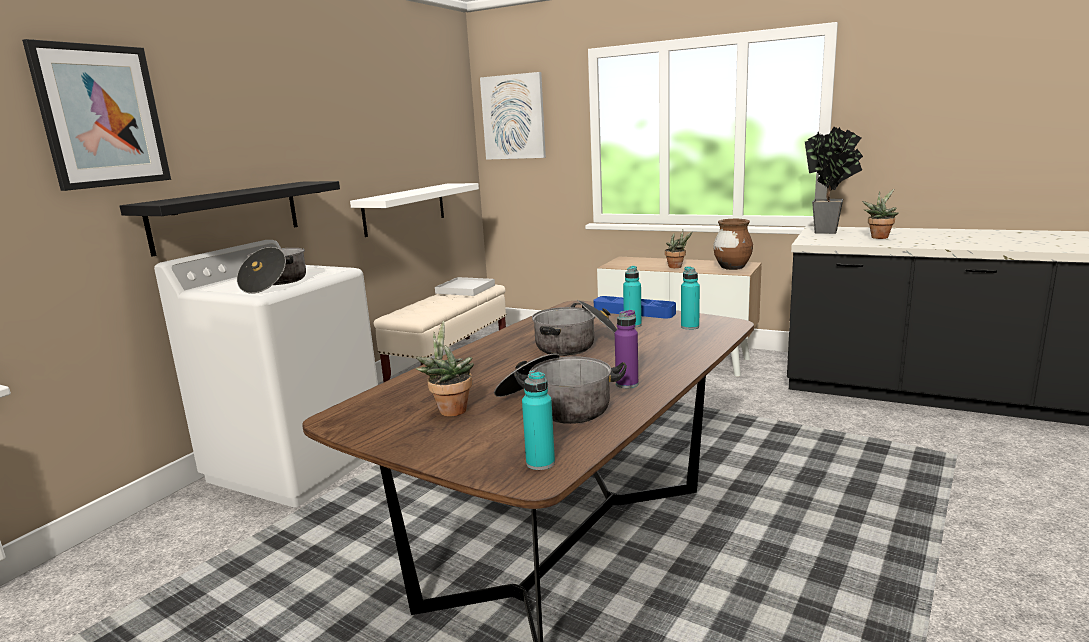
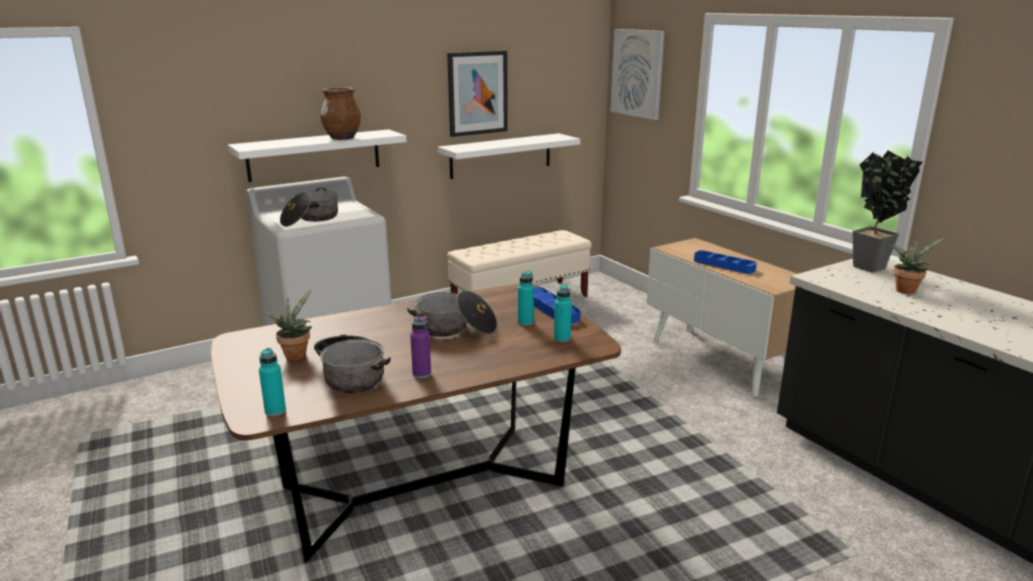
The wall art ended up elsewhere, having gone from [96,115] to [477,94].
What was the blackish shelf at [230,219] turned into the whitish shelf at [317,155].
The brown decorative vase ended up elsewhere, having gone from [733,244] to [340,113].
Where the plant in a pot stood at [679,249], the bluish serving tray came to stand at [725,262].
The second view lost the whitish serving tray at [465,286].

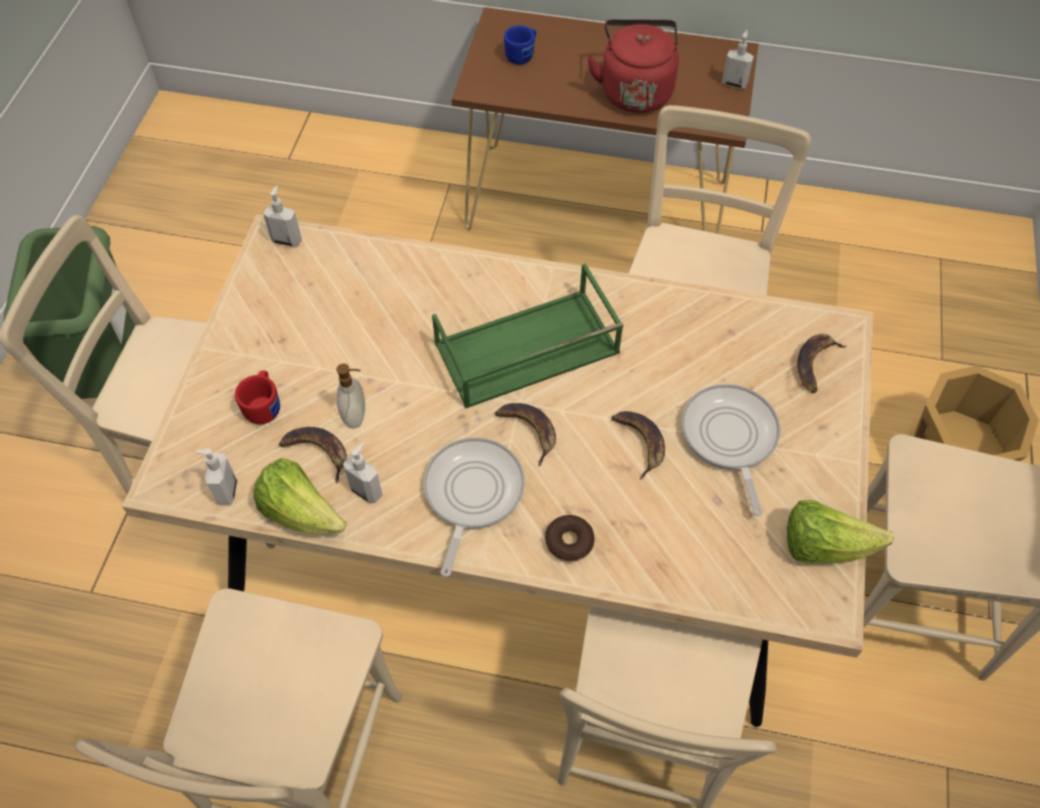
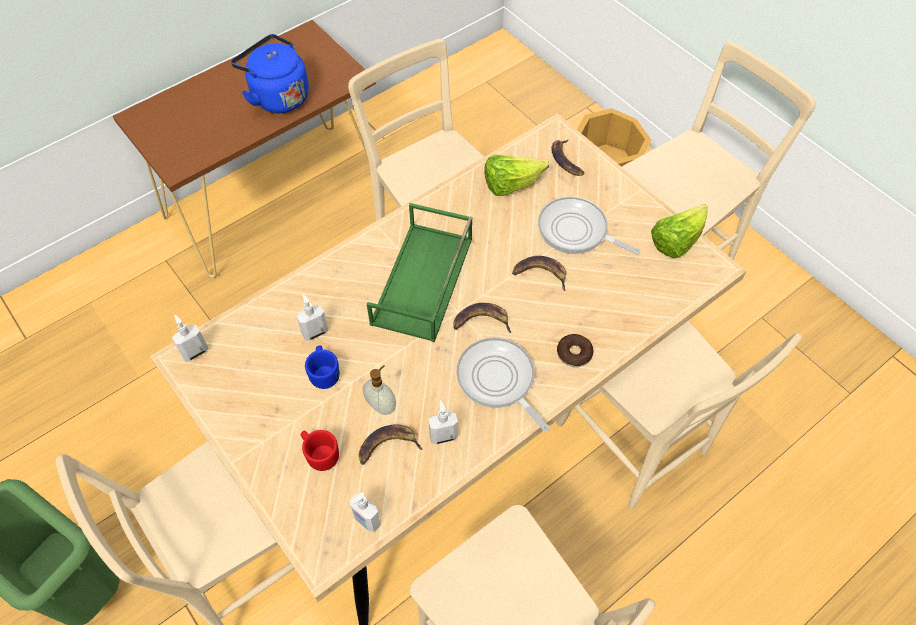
What was the reddish tea kettle at [633,66] turned into the bluish tea kettle at [270,73].
The bluish mug ended up elsewhere, having gone from [520,45] to [322,367].
The liquid soap bottle ended up elsewhere, having gone from [738,59] to [312,317].
The lettuce head ended up elsewhere, having gone from [300,496] to [516,175].

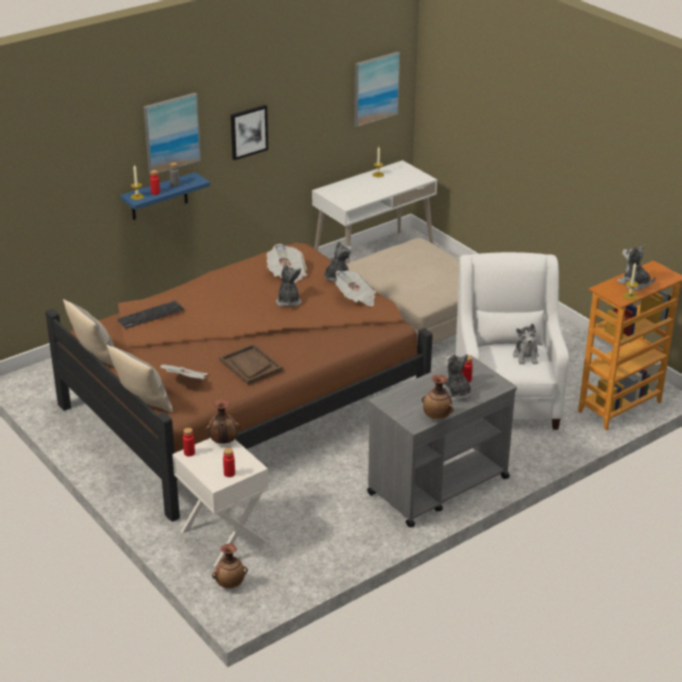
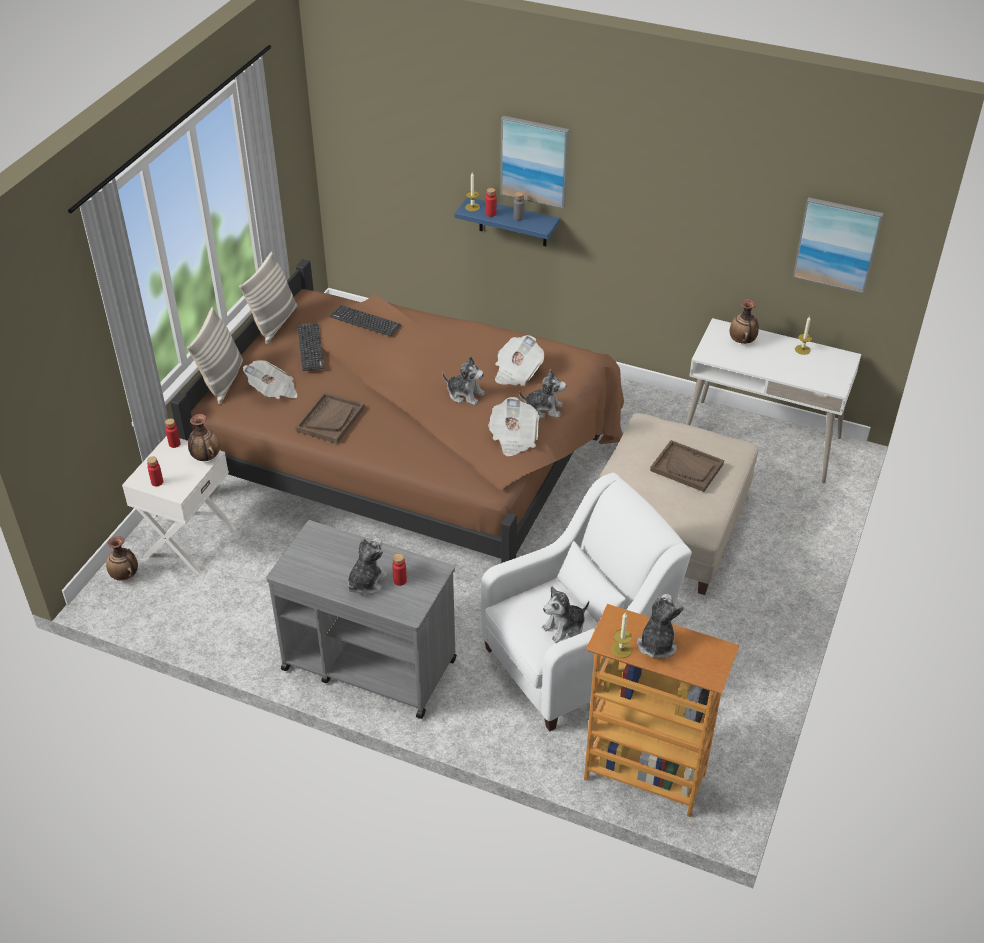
The second view lost the wall art at [249,132].
The plush toy at [289,285] ended up facing another way, 60 degrees clockwise from before.
The decorative vase ended up elsewhere, having gone from [437,397] to [744,321].
The second view gained the PC keyboard at [310,347].
The second view gained the brown serving tray at [687,466].

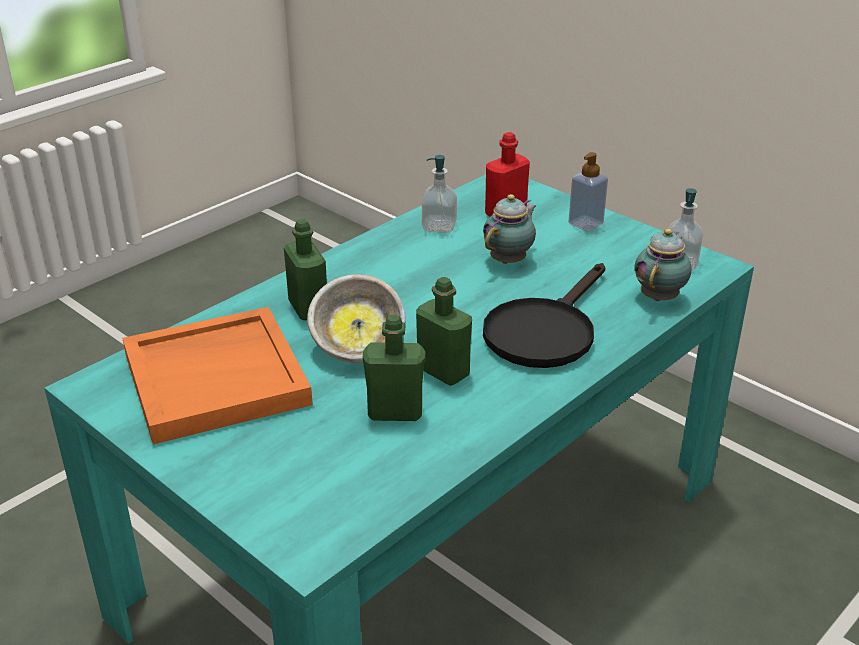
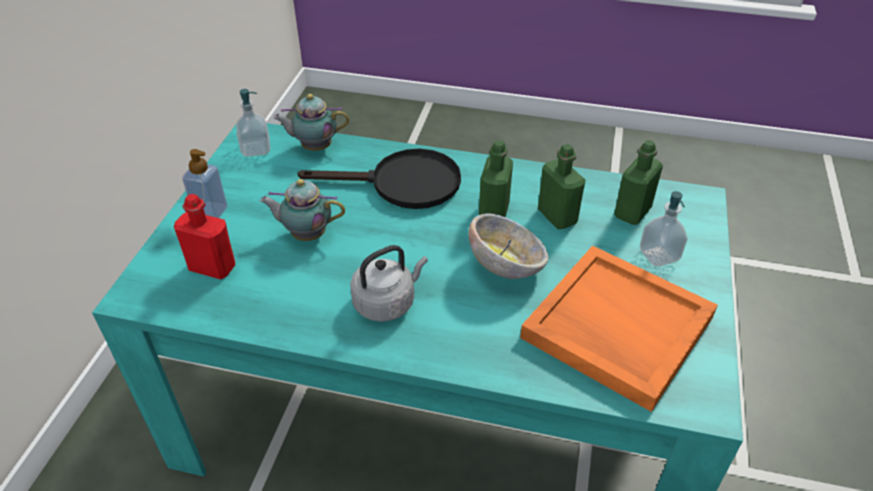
The liquid soap bottle ended up elsewhere, having gone from [439,194] to [663,229].
The greenish drink bottle ended up elsewhere, having gone from [305,269] to [638,182].
The second view gained the grey tea kettle at [389,283].

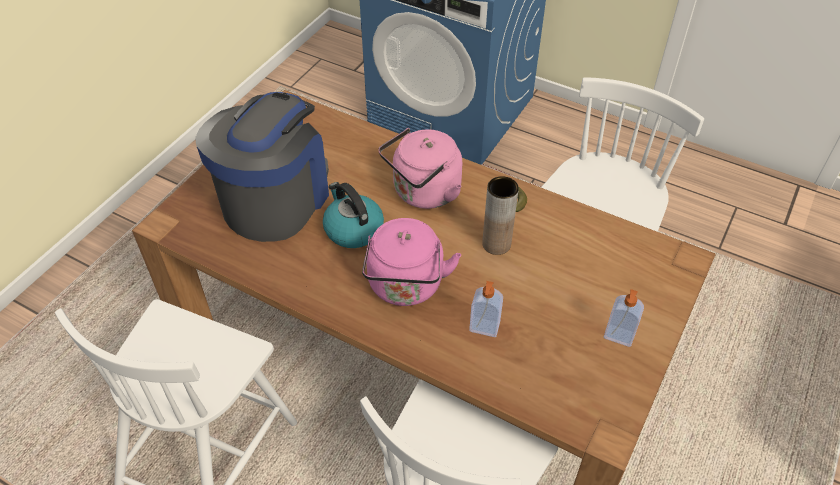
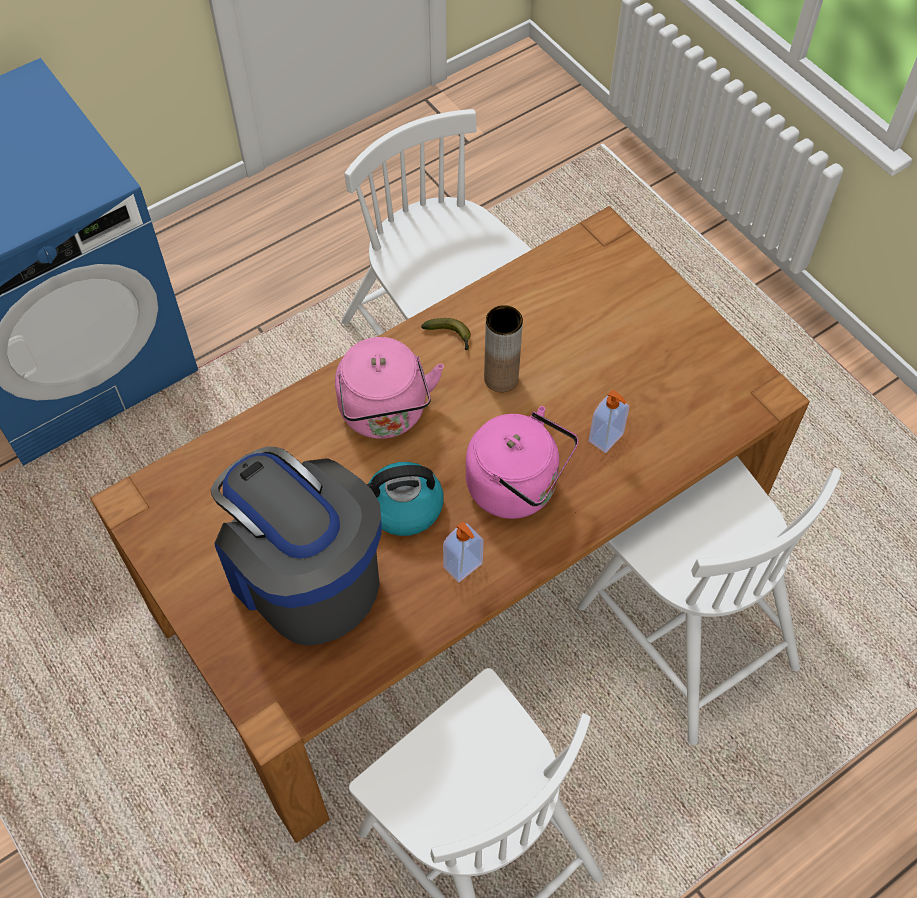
The liquid soap bottle ended up elsewhere, having gone from [624,318] to [463,552].

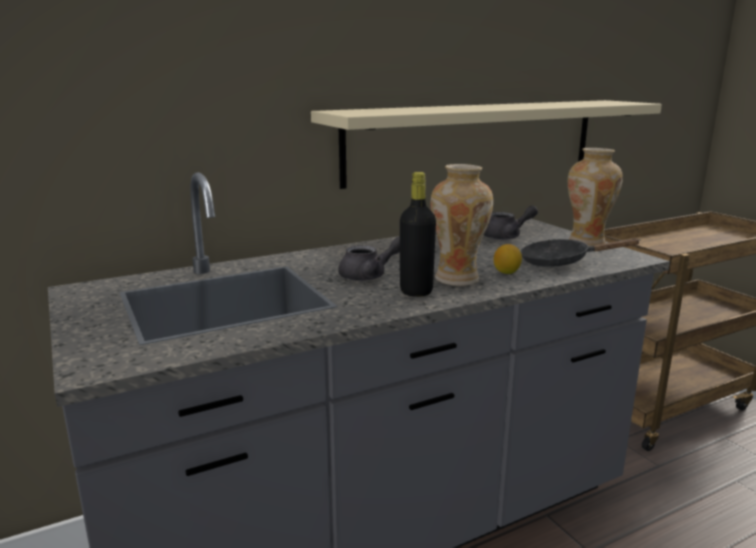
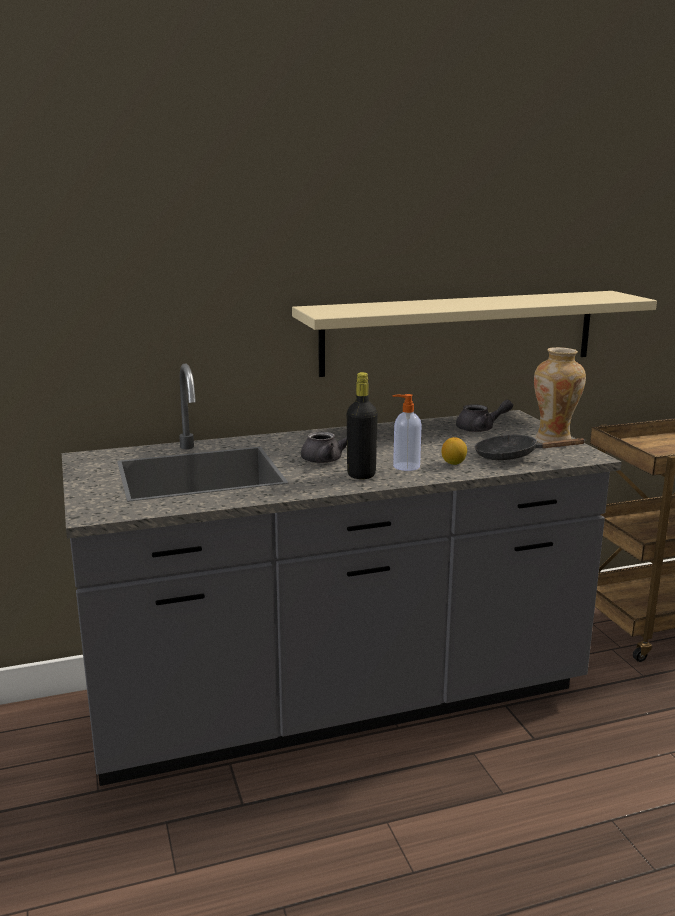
Where the decorative vase stood at [461,225], the liquid soap bottle came to stand at [407,432].

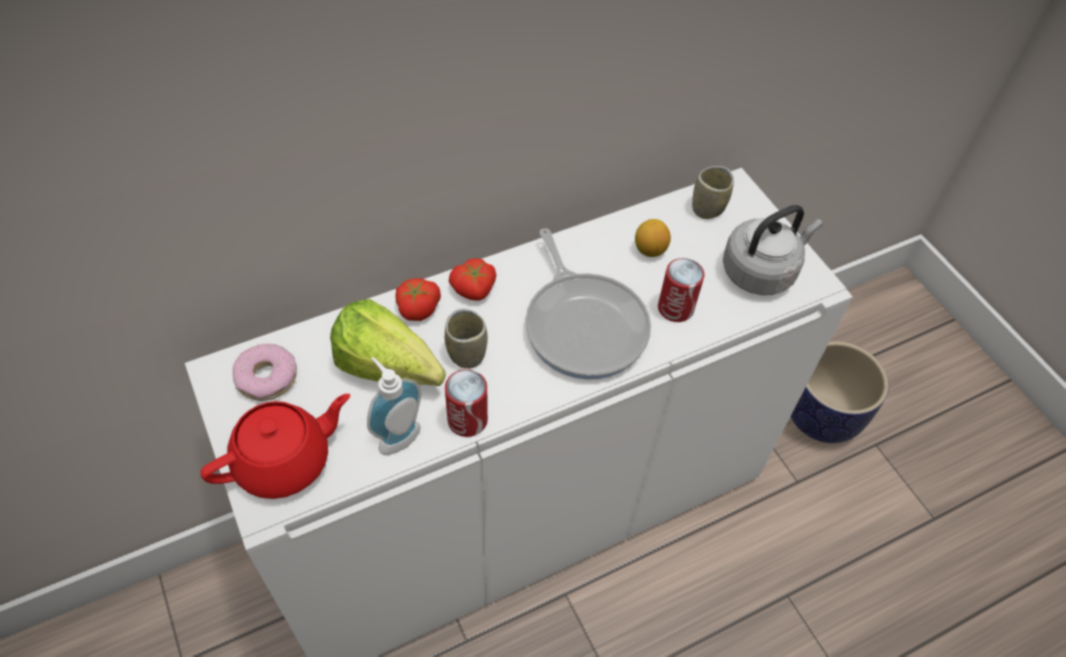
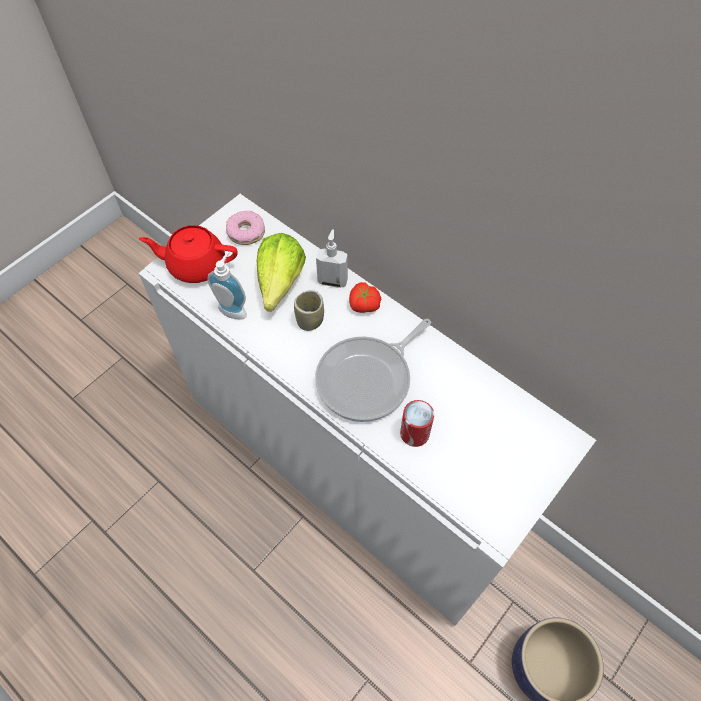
The second view lost the cup at [713,192].
The second view lost the grey tea kettle at [773,250].
The second view lost the whole lemon at [653,238].
Where the fresh tomato stood at [418,299], the liquid soap bottle came to stand at [332,258].
The second view lost the sealed can at [466,403].
The reddish tea pot at [275,446] ended up facing another way, 150 degrees clockwise from before.

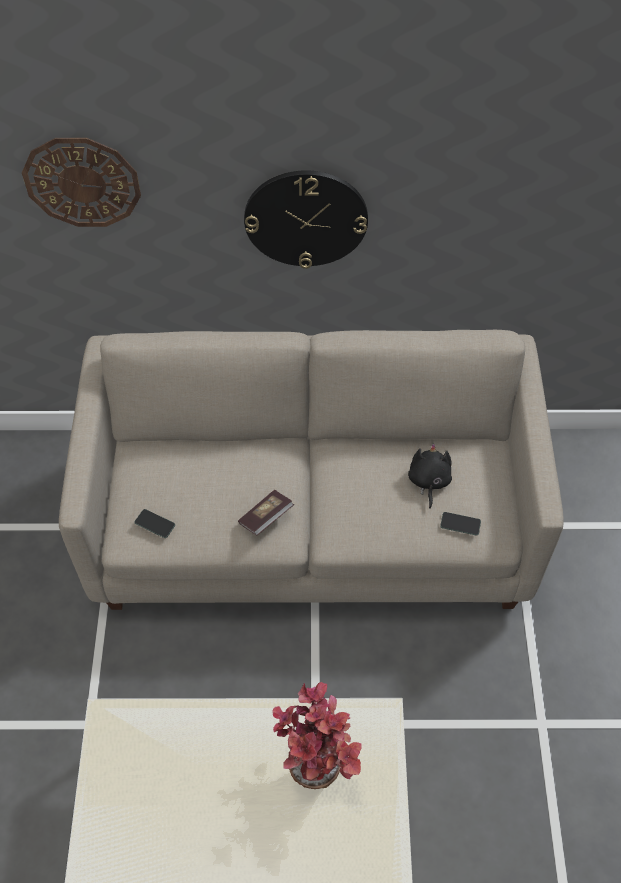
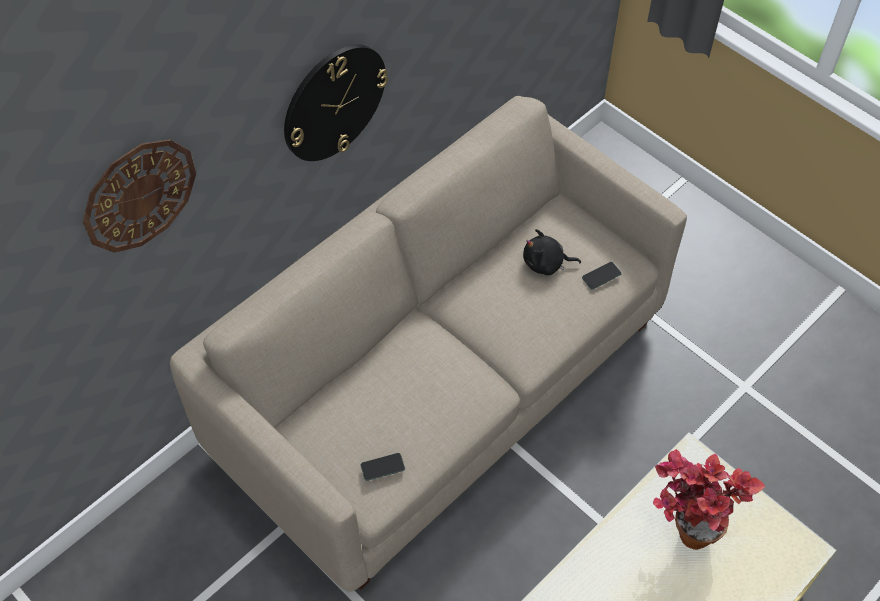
The blackish plush toy at [430,476] ended up facing another way, 45 degrees counterclockwise from before.
The second view lost the book at [266,513].

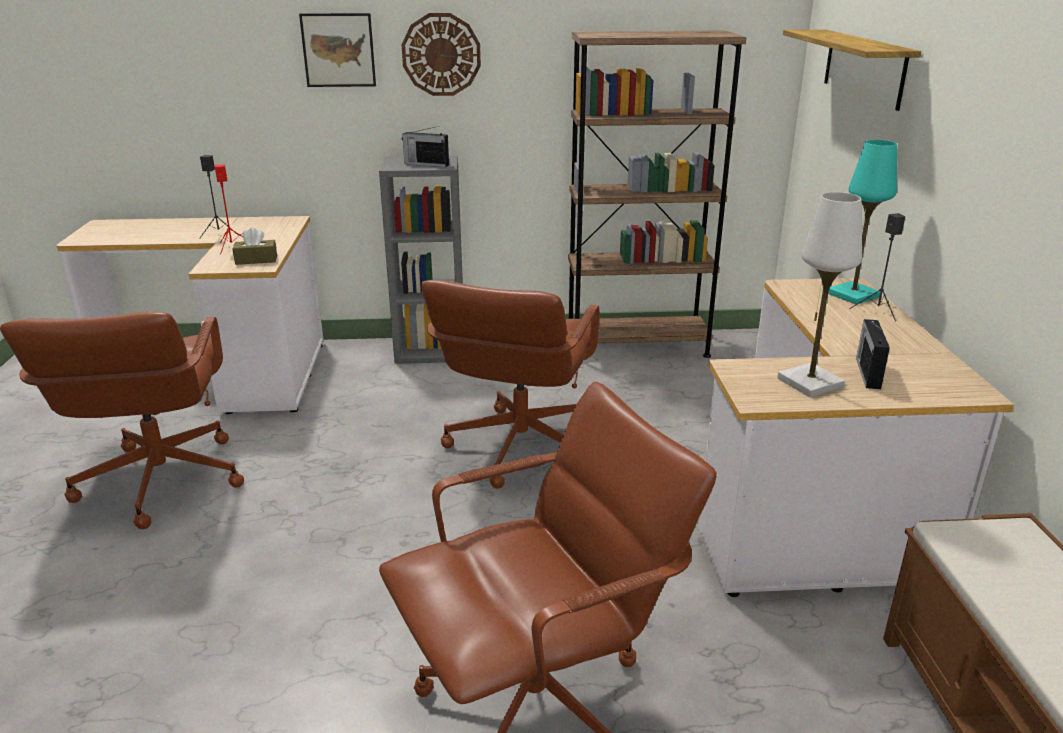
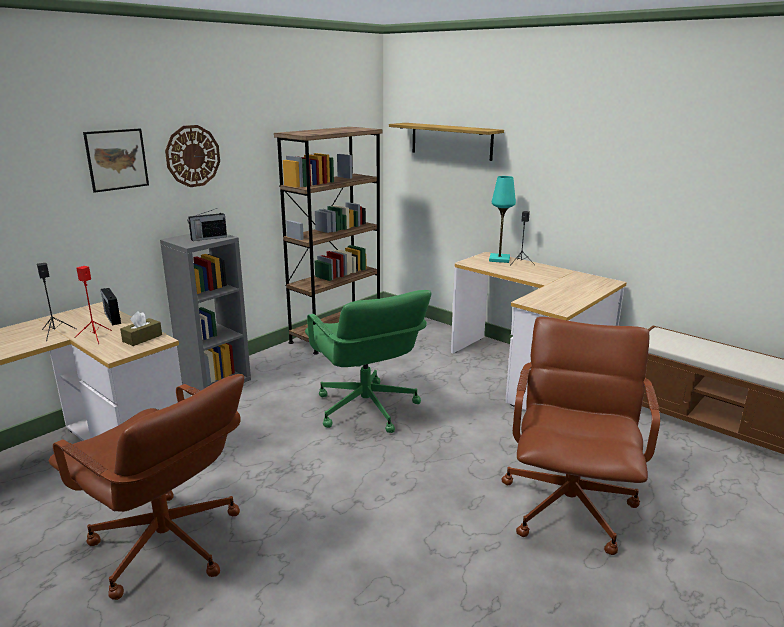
The second view lost the whitish tabletop lamp at [819,294].
What was the brown desk chair at [510,384] turned into the greenish desk chair at [368,361].
The radio ended up elsewhere, having gone from [873,354] to [111,306].

